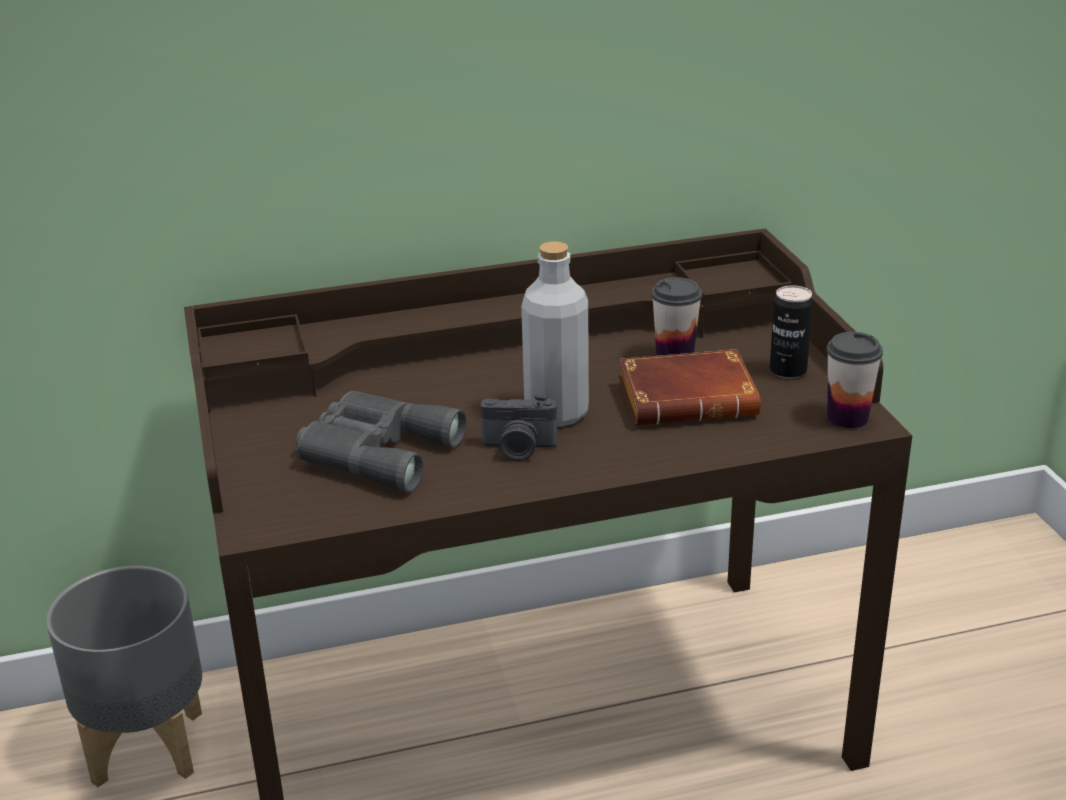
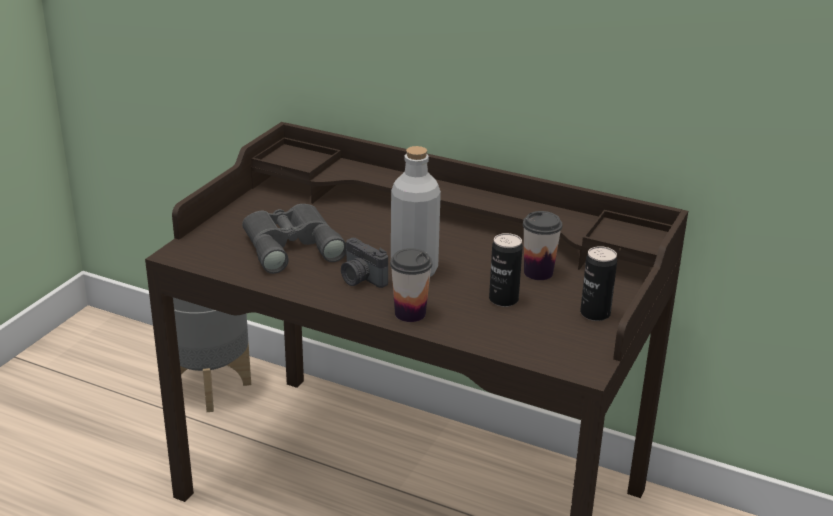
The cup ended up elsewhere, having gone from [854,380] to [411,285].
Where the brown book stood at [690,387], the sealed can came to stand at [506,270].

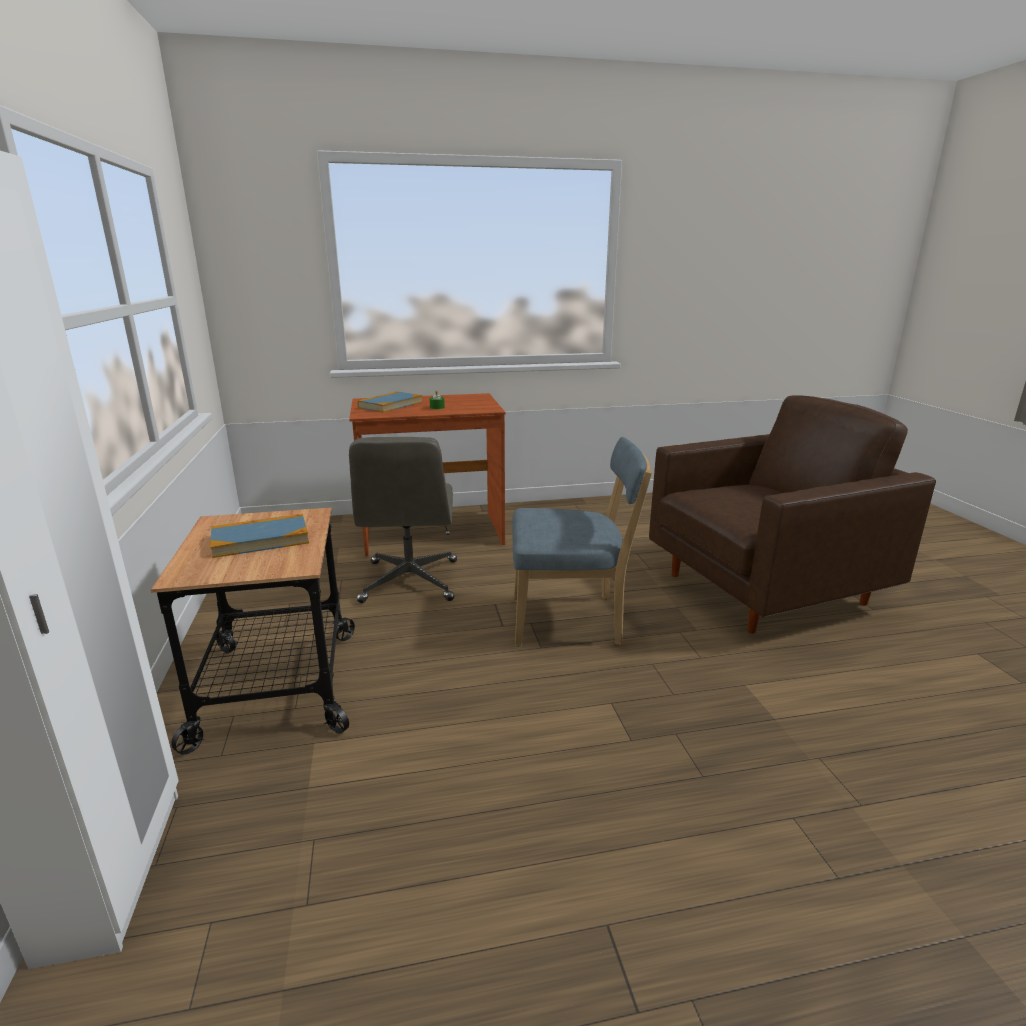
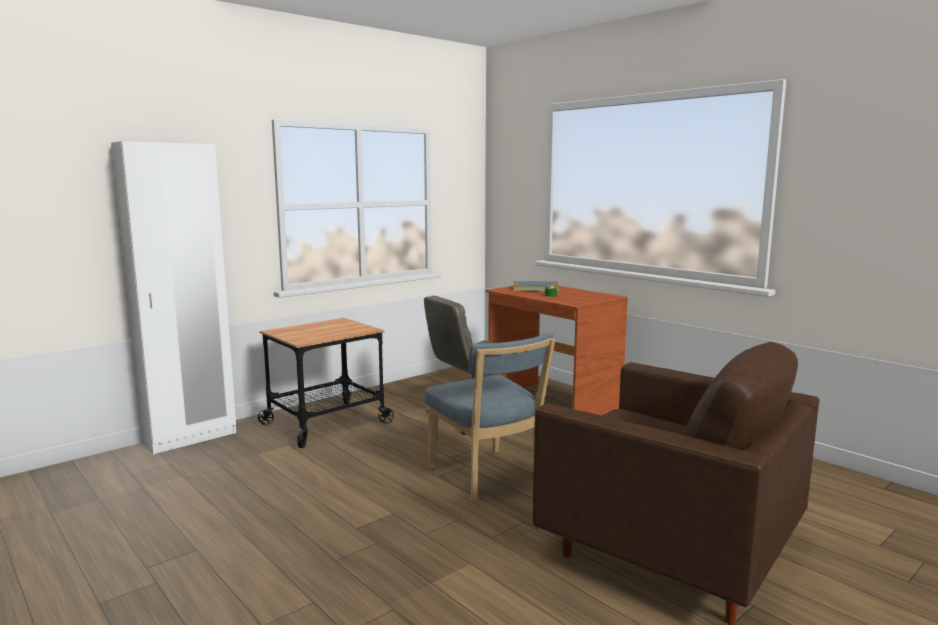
The second view lost the book at [259,536].

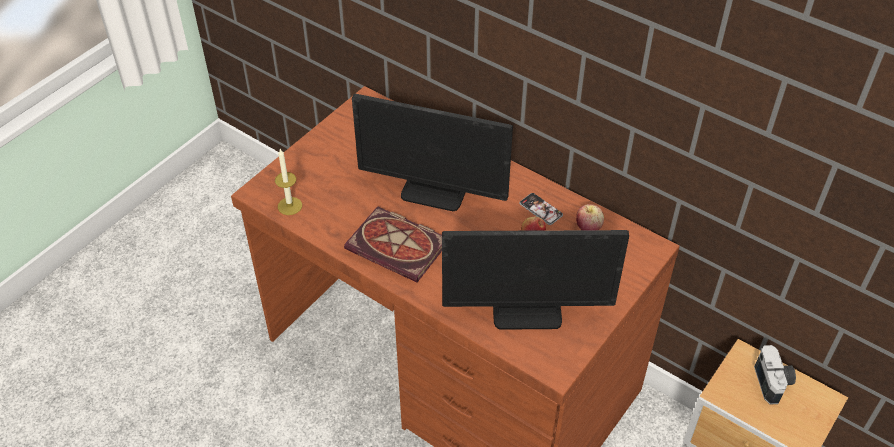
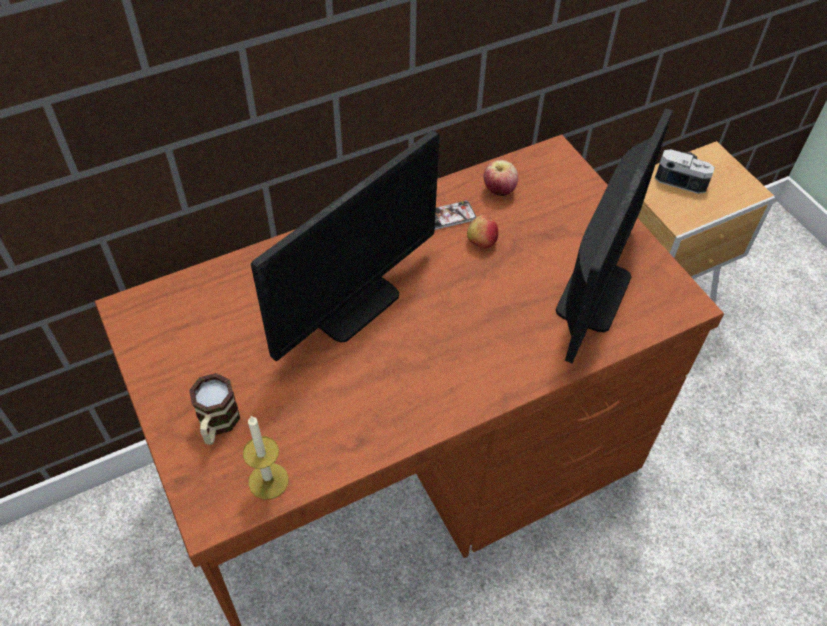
The second view lost the book at [393,244].
The second view gained the mug at [214,409].

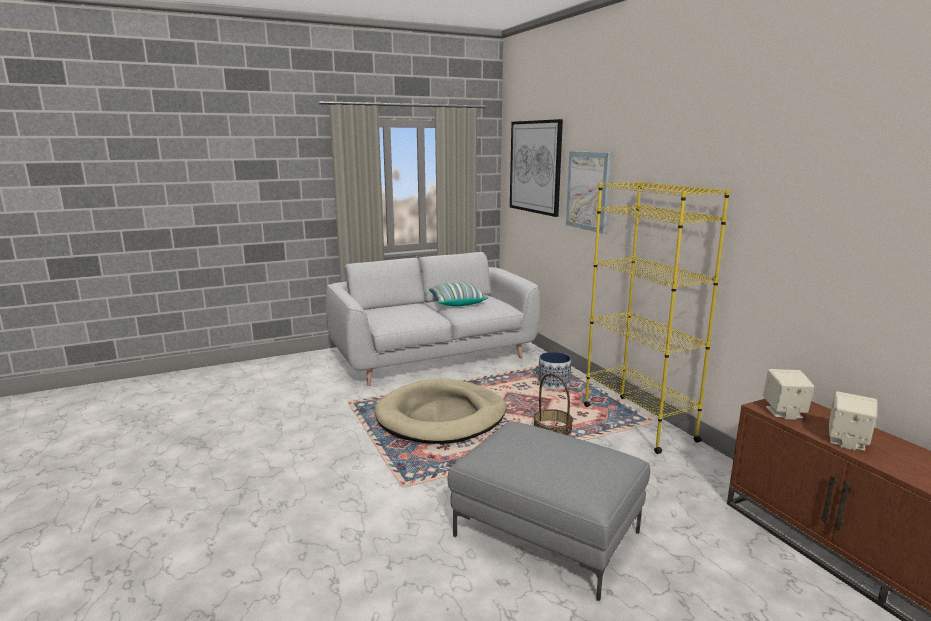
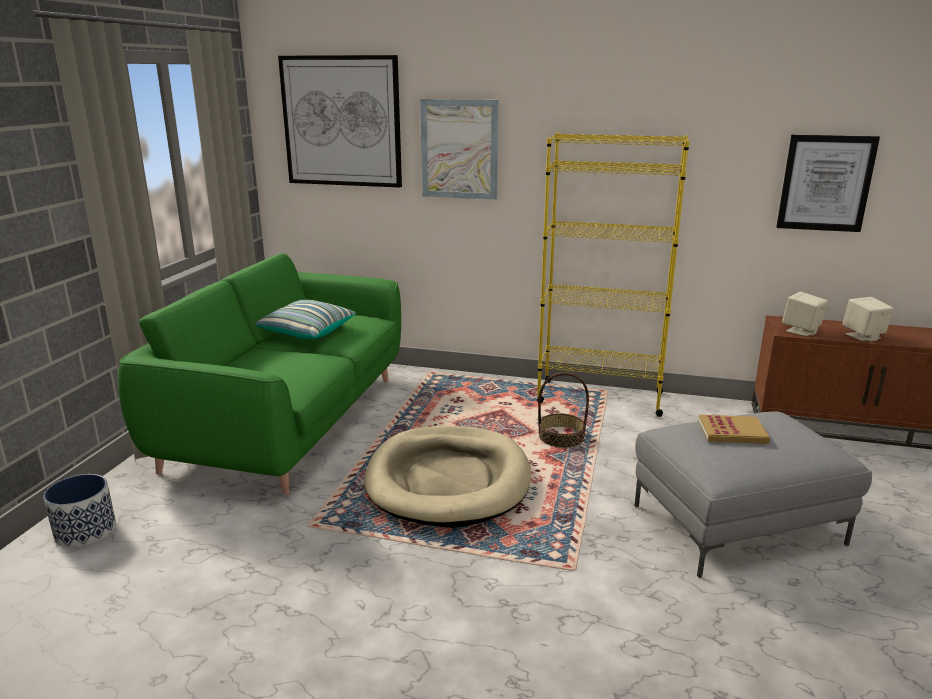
What was the grey settee at [433,319] turned into the greenish settee at [259,373].
The flower pot ended up elsewhere, having gone from [554,371] to [79,511].
The second view gained the wall art at [828,183].
The second view gained the book at [734,429].

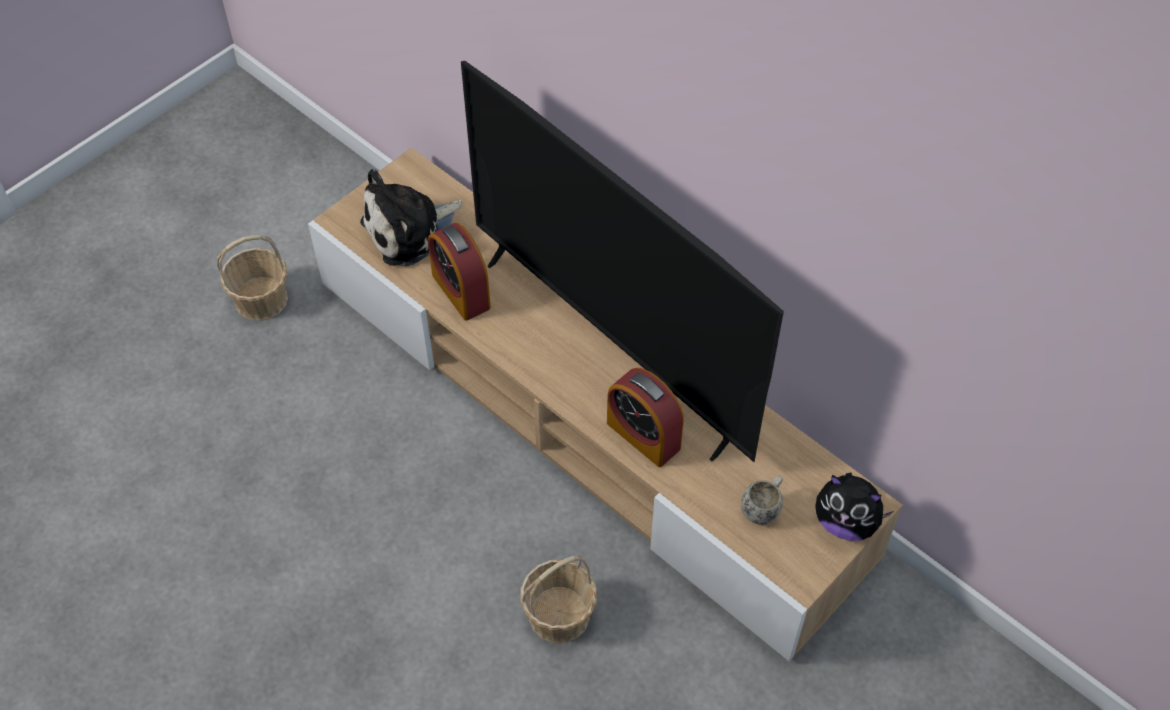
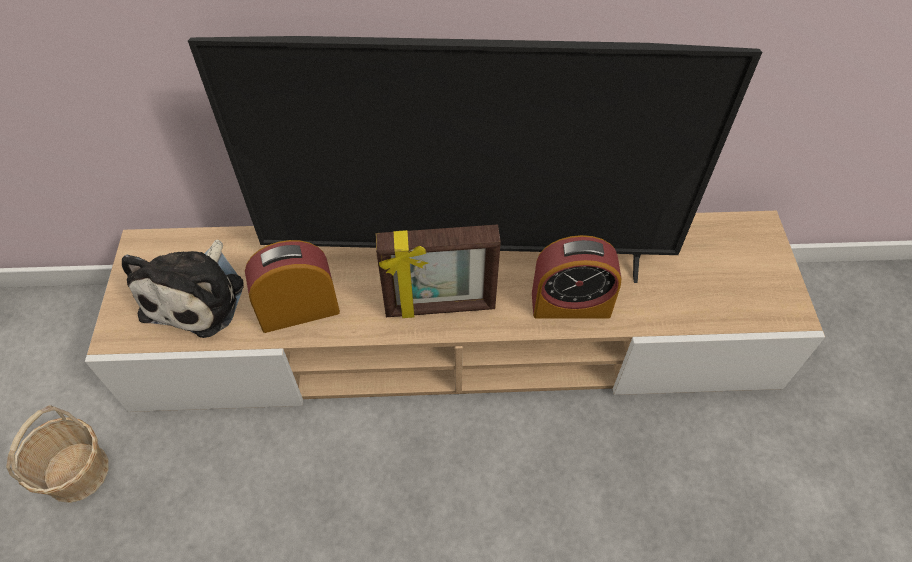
The bedside clock at [459,272] ended up facing another way, 150 degrees clockwise from before.
The second view lost the plush toy at [854,507].
The second view lost the whitish mug at [762,500].
The second view lost the basket at [558,598].
The second view gained the standing frame at [438,271].

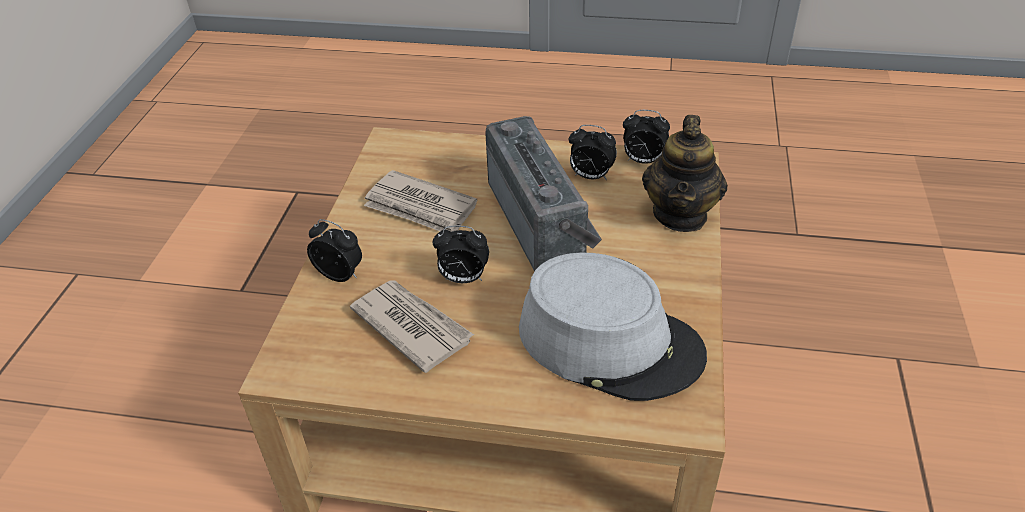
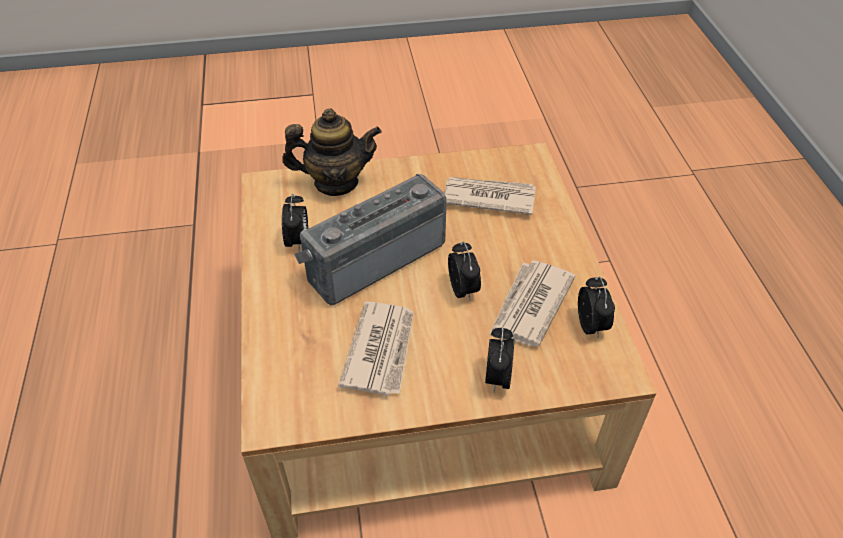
The bedside clock ended up elsewhere, having gone from [646,137] to [596,307].
Where the grey hat stood at [613,326], the printed paper came to stand at [490,196].

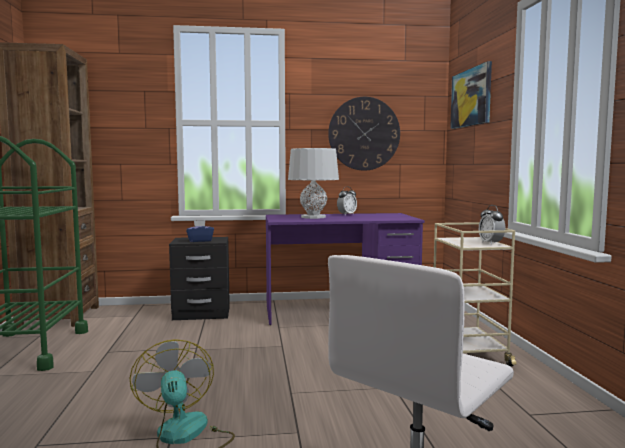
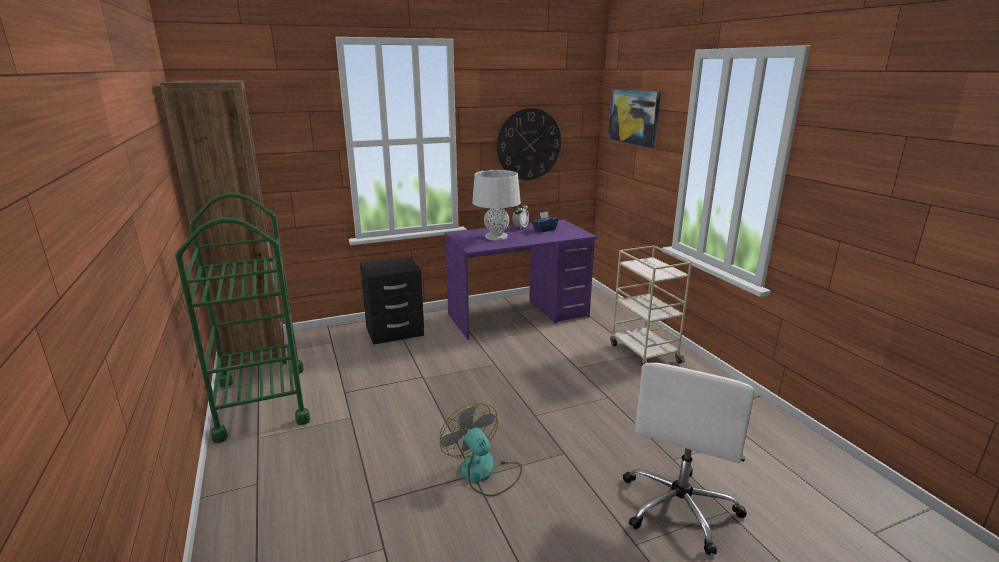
The second view lost the bedside clock at [492,225].
The bluish tissue box ended up elsewhere, having gone from [200,231] to [545,221].

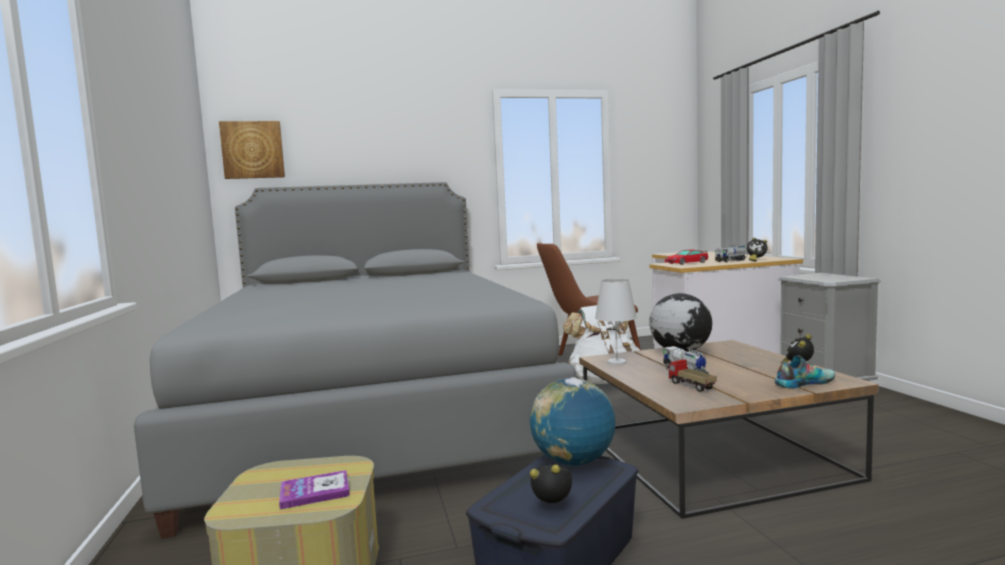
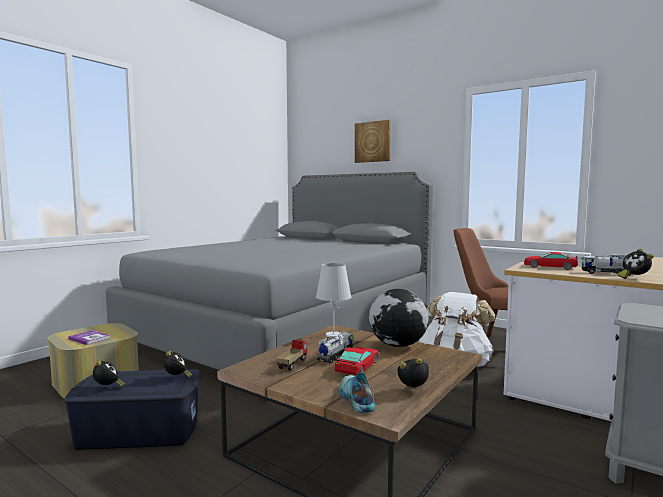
The wall art ended up elsewhere, having gone from [252,150] to [373,141].
The shoe at [804,372] ended up facing another way, 135 degrees counterclockwise from before.
Where the desk globe stood at [573,421], the bedside clock came to stand at [177,364].
The second view gained the miniature car at [357,361].

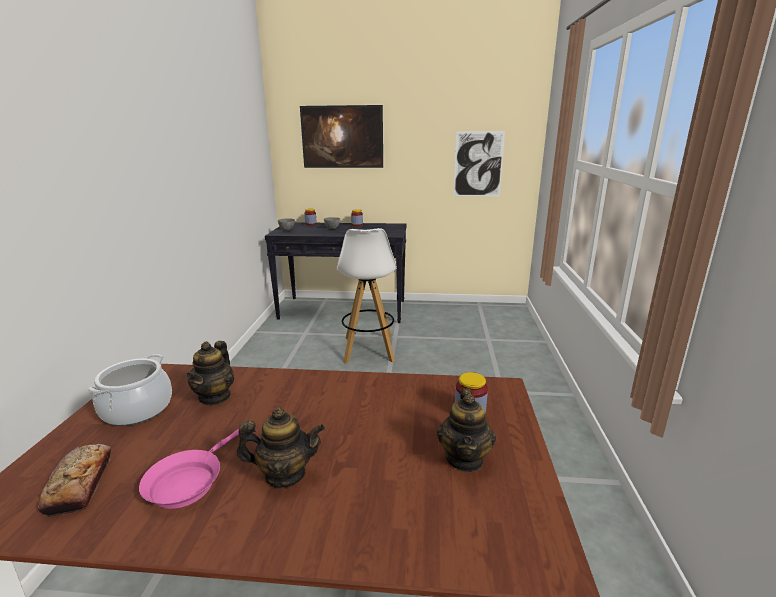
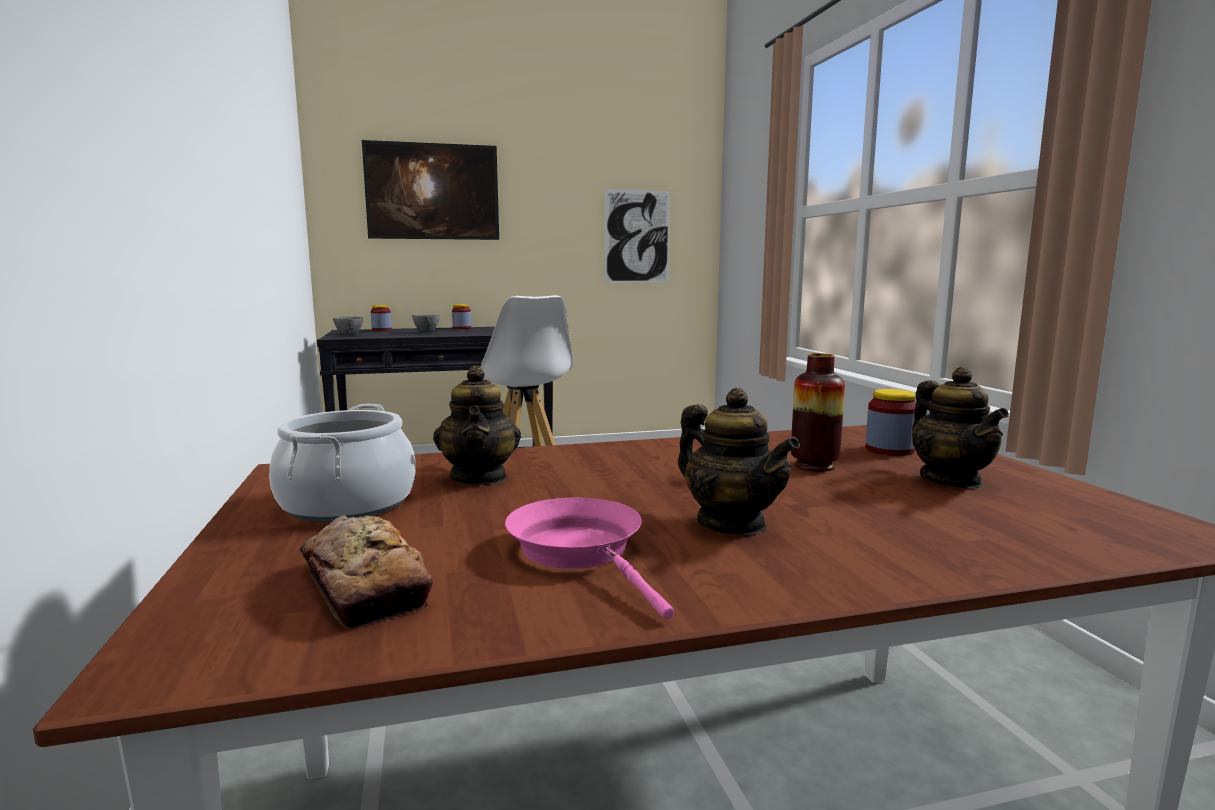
The tea pot at [281,447] ended up facing another way, 75 degrees clockwise from before.
The pink-coloured pan at [189,469] ended up facing another way, 150 degrees clockwise from before.
The second view gained the decorative vase at [818,412].

